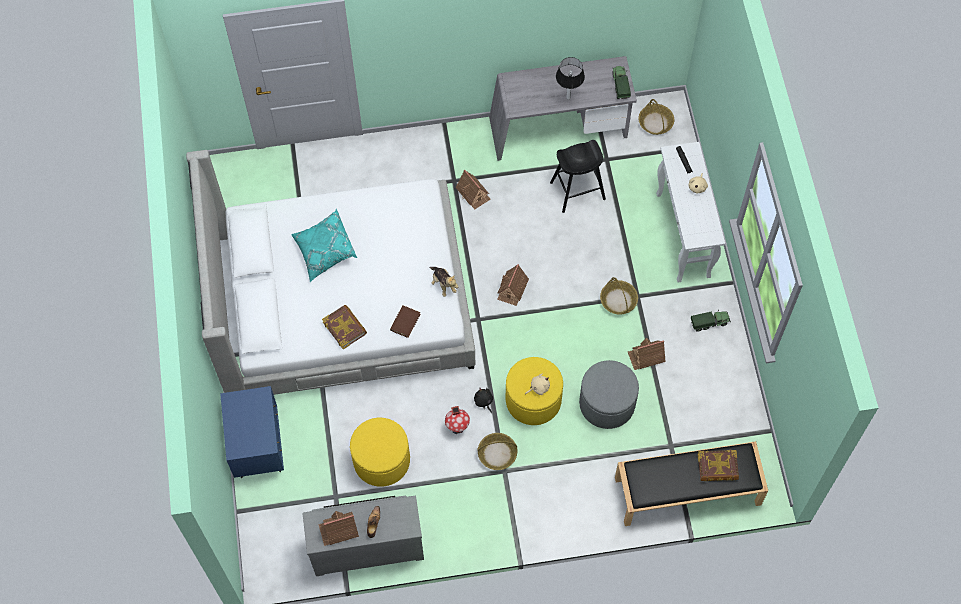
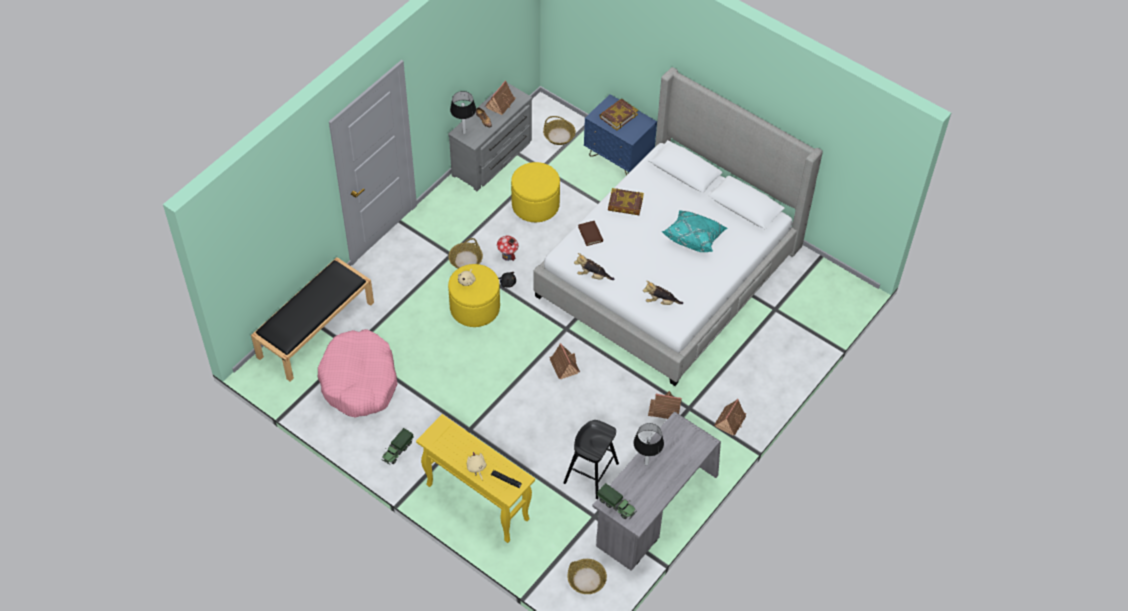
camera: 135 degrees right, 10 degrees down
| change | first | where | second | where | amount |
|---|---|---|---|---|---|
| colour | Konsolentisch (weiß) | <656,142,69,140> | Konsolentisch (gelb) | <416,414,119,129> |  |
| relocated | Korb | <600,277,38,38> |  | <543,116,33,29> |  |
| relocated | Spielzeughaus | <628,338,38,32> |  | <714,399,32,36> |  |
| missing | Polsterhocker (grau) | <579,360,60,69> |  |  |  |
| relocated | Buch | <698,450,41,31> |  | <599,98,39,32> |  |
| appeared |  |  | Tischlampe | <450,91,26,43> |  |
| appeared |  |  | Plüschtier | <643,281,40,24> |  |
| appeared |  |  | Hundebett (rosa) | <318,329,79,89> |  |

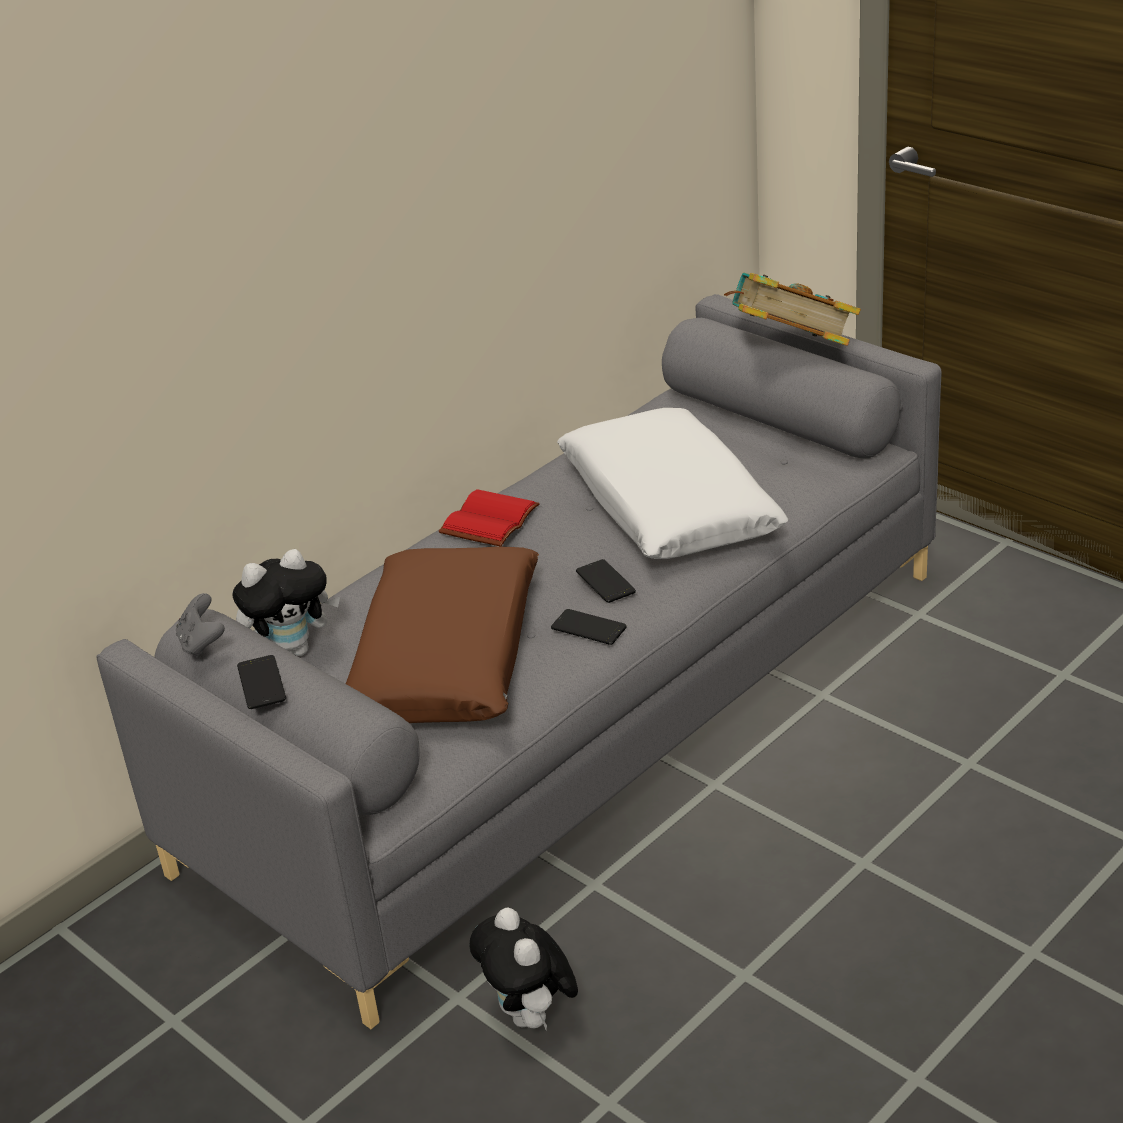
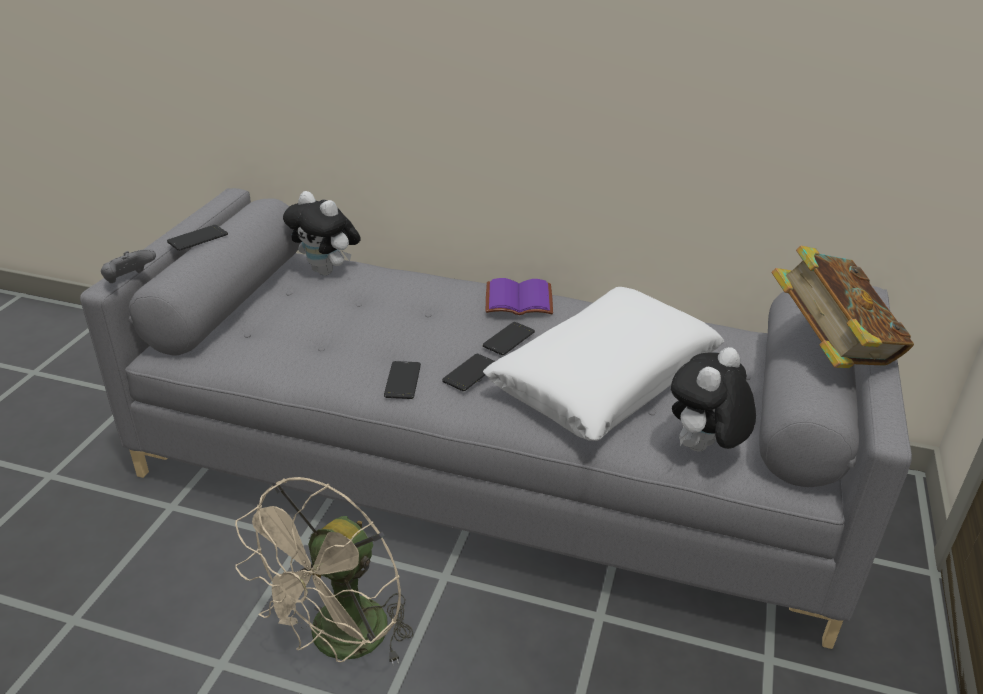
camera: 60 degrees right, 0 degrees up
| change | first | where | second | where | amount |
|---|---|---|---|---|---|
| colour | Buch (rot) | <439,489,101,58> | Buch (lila) | <486,278,67,37> |  |
| missing | Kissen (braun) | <346,546,193,177> |  |  |  |
| relocated | Gamepad (grau) | <176,593,49,65> |  | <101,249,55,34> |  |
| relocated | Plüschtier | <470,907,108,123> |  | <671,347,85,104> |  |
| appeared |  |  | Handy | <482,322,53,33> |  |
| appeared |  |  | Ventilator (beige) | <235,477,179,189> |  |

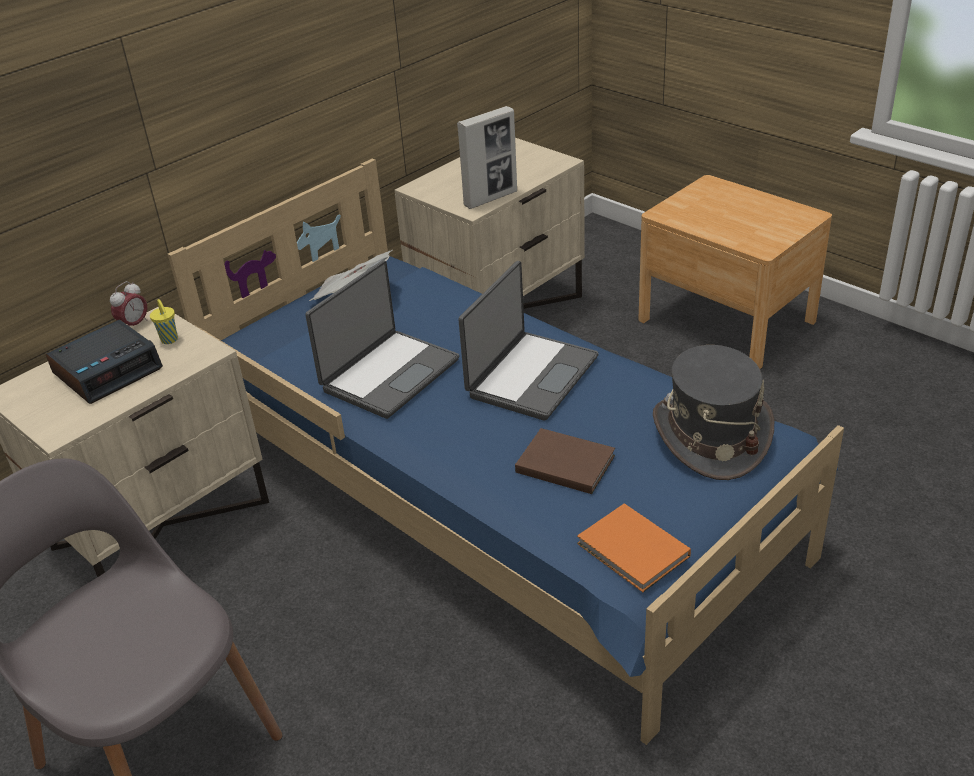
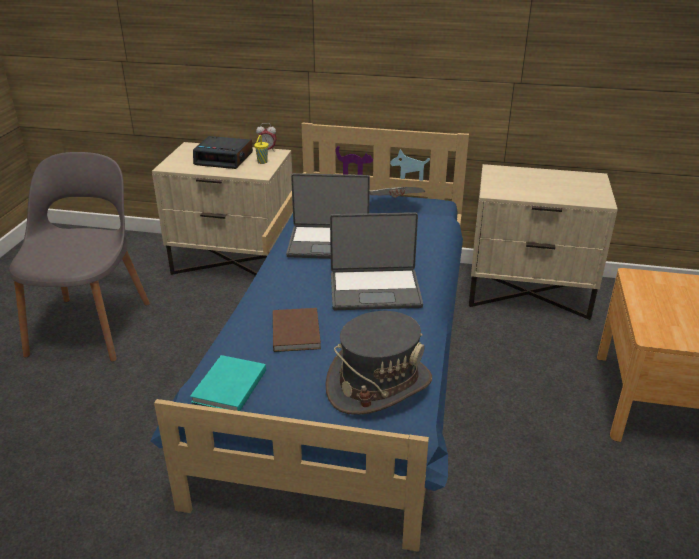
camera: 55 degrees right, 5 degrees down
| change | first | where | second | where | amount |
|---|---|---|---|---|---|
| missing | Bilderrahmen | <457,106,60,103> |  |  |  |
| colour | Buch (orange) | <577,503,114,89> | Buch (türkis) | <190,355,76,56> |  |

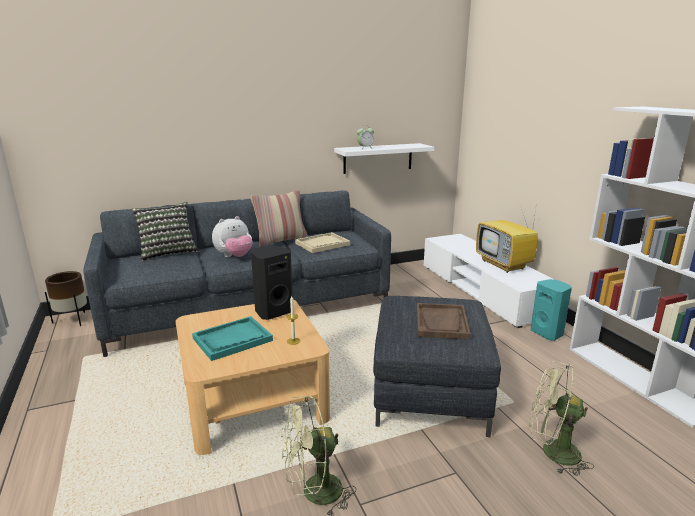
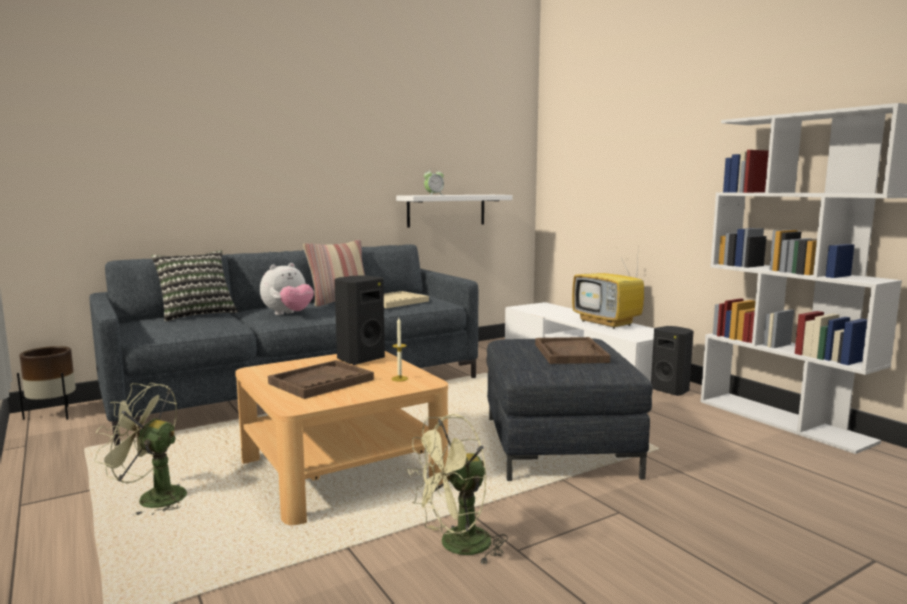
camera: 10 degrees left, 10 degrees down
| change | first | where | second | where | amount |
|---|---|---|---|---|---|
| colour | Lautsprecher (türkis) | <531,279,41,62> | Lautsprecher (schwarz) | <651,326,42,70> |  |
| colour | Tablett (türkis) | <192,316,81,45> | Tablett (braun) | <268,360,106,39> |  |
| relocated | Ventilator (grün) | <530,361,64,115> |  | <95,383,92,133> |  |

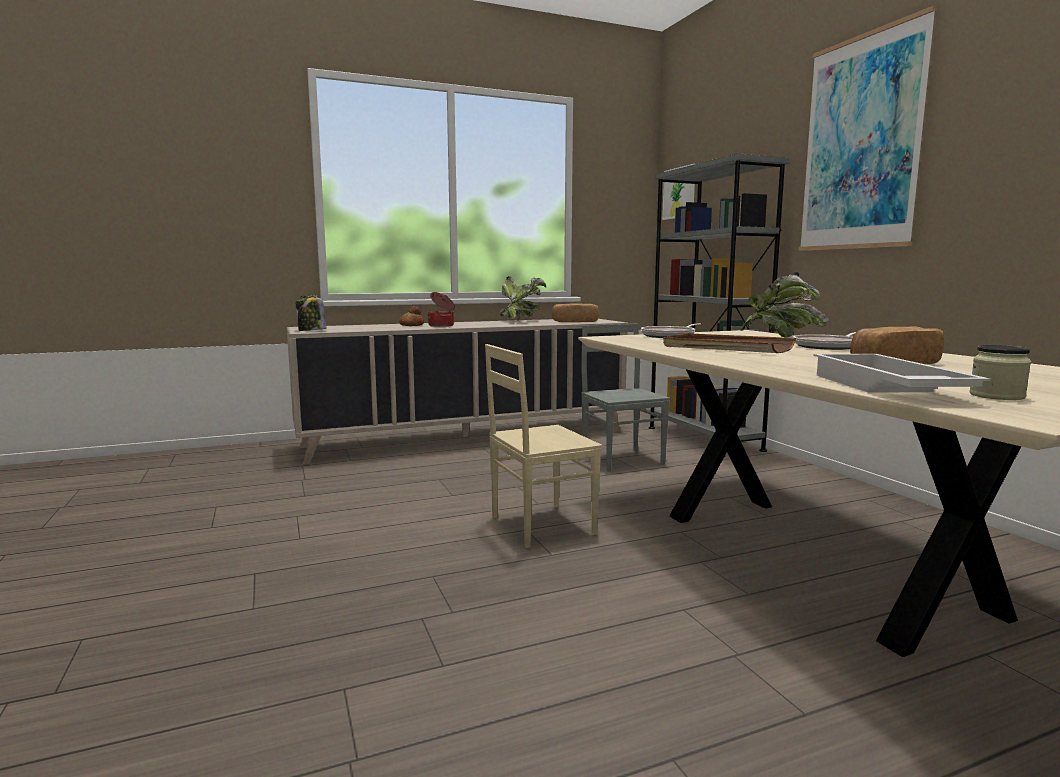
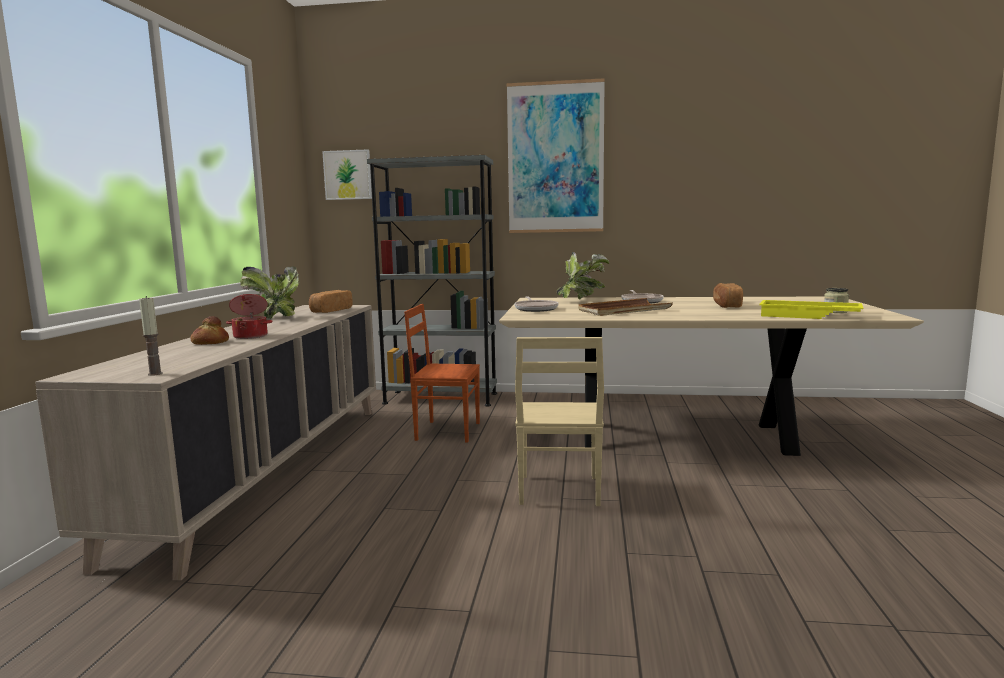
camera: 60 degrees left, 0 degrees up
| change | first | where | second | where | amount |
|---|---|---|---|---|---|
| exchanged | Vorratsglas | <296,295,30,36> | Kerze | <139,296,24,80> |  |
| colour | Stuhl (grau) | <581,323,89,148> | Stuhl (braun) | <404,304,76,138> |  |
| colour | Tablett (weiß) | <813,354,178,39> | Tablett (gelb) | <759,300,104,19> |  |

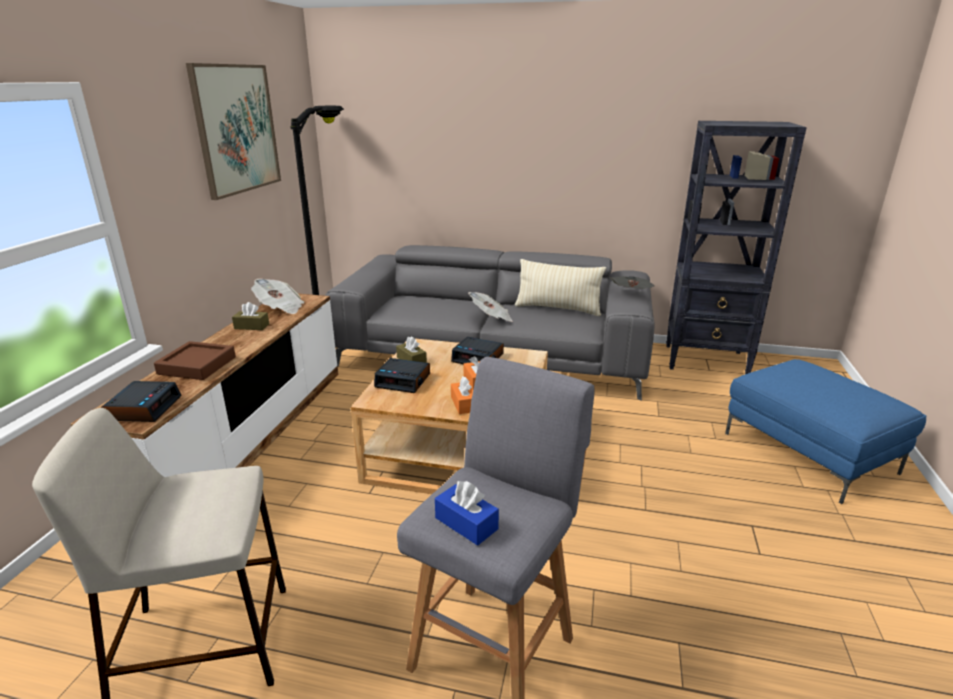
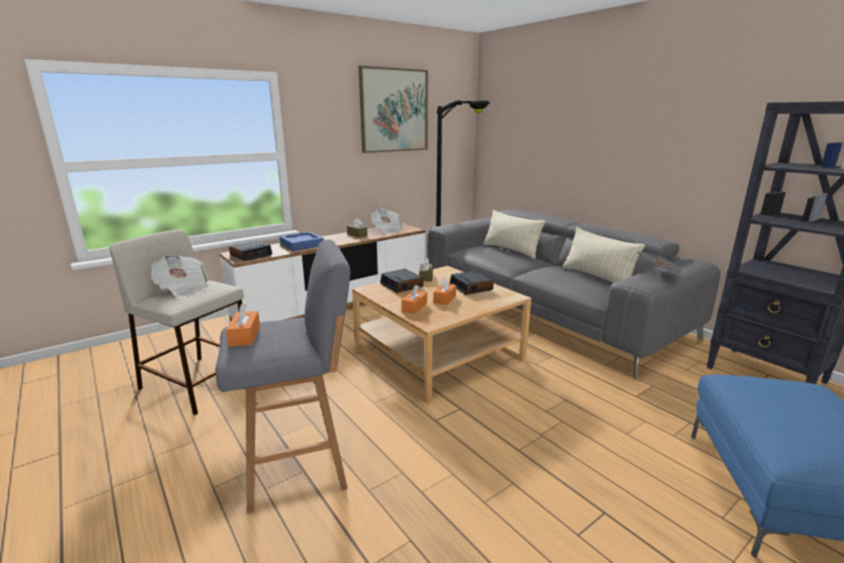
camera: 40 degrees right, 5 degrees down
| change | first | where | second | where | amount |
|---|---|---|---|---|---|
| relocated | Zeitung | <468,292,45,30> |  | <151,254,58,44> |  |
| colour | Tablett (braun) | <154,341,82,39> | Tablett (blau) | <280,232,44,19> |  |
| colour | Taschentuchbox (blau) | <435,481,64,64> | Taschentuchbox (orange) | <226,303,34,43> |  |
| appeared |  |  | Kissen (beige) | <483,210,63,49> |  |

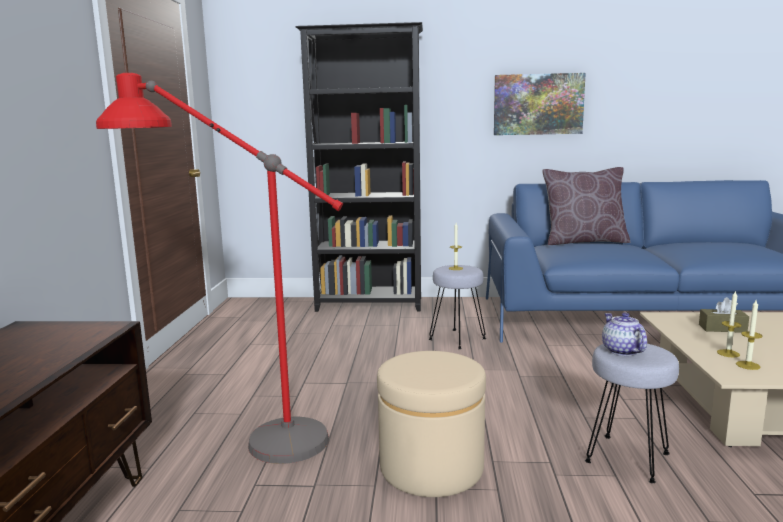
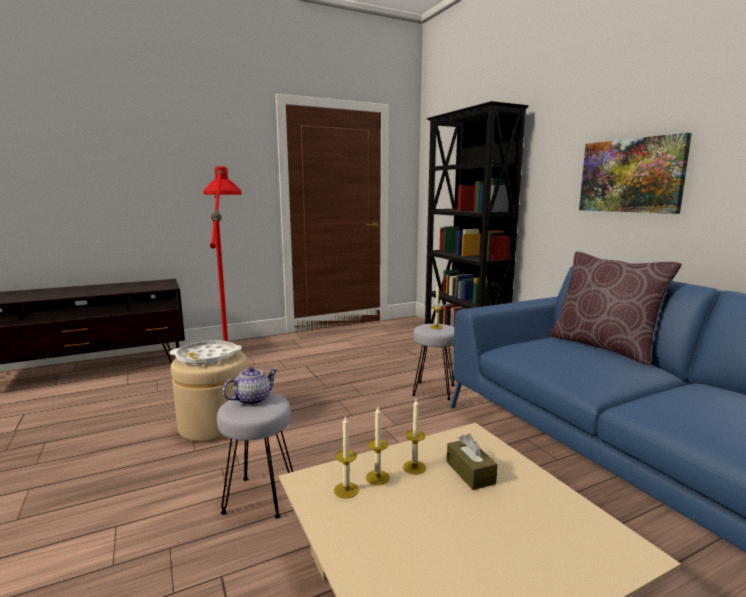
camera: 60 degrees right, 0 degrees up
| change | first | where | second | where | amount |
|---|---|---|---|---|---|
| appeared |  |  | Tablett (weiß) | <170,340,72,26> |  |
| appeared |  |  | Kerze | <403,399,23,75> |  |

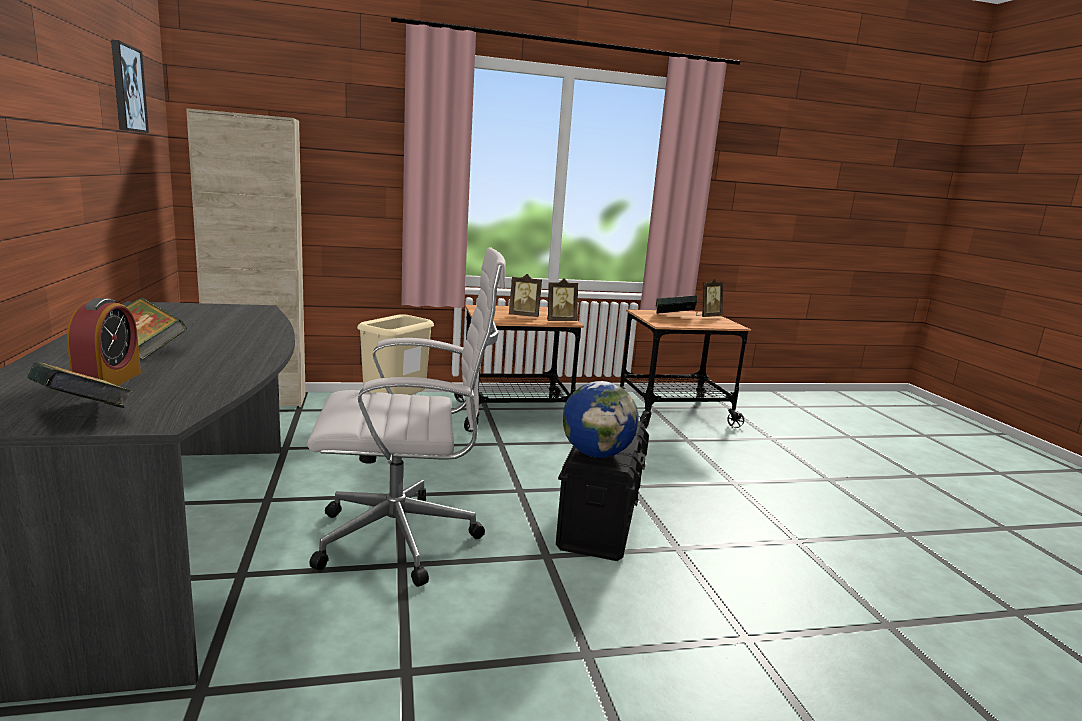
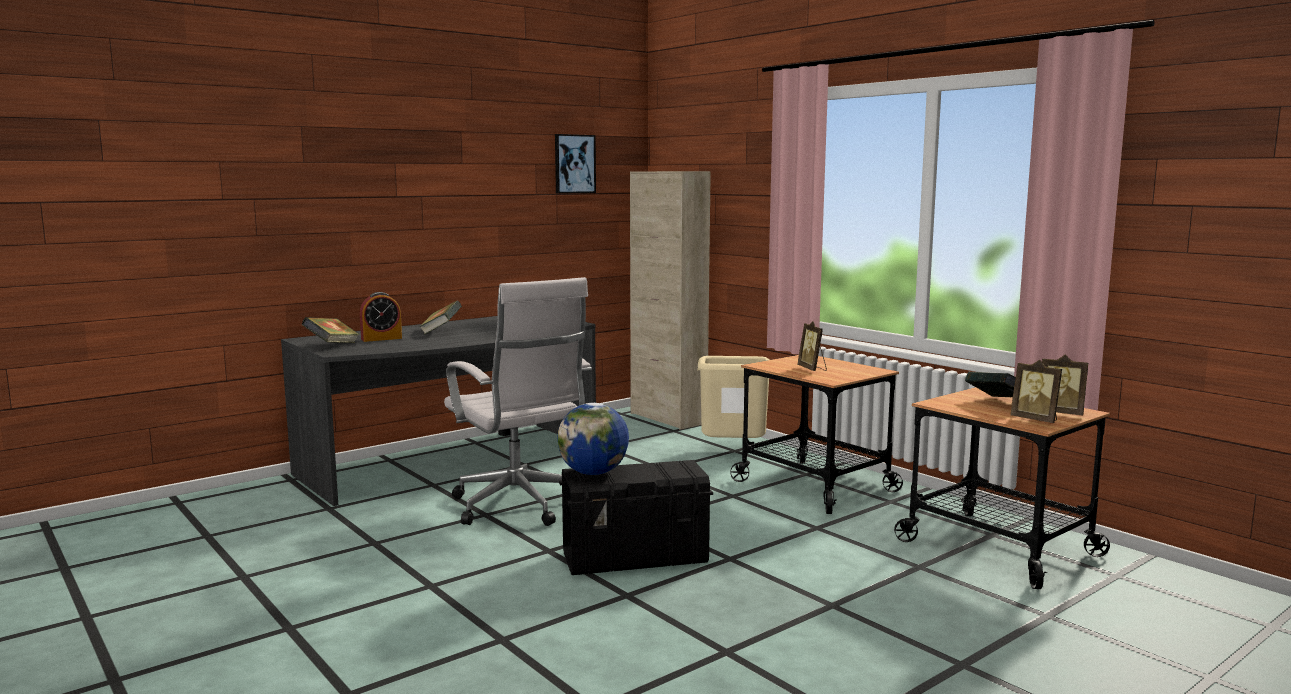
camera: 65 degrees right, 5 degrees down
| change | first | where | second | where | amount |
|---|---|---|---|---|---|
| relocated | Bilderrahmen | <547,278,31,43> |  | <1010,360,52,63> |  |

